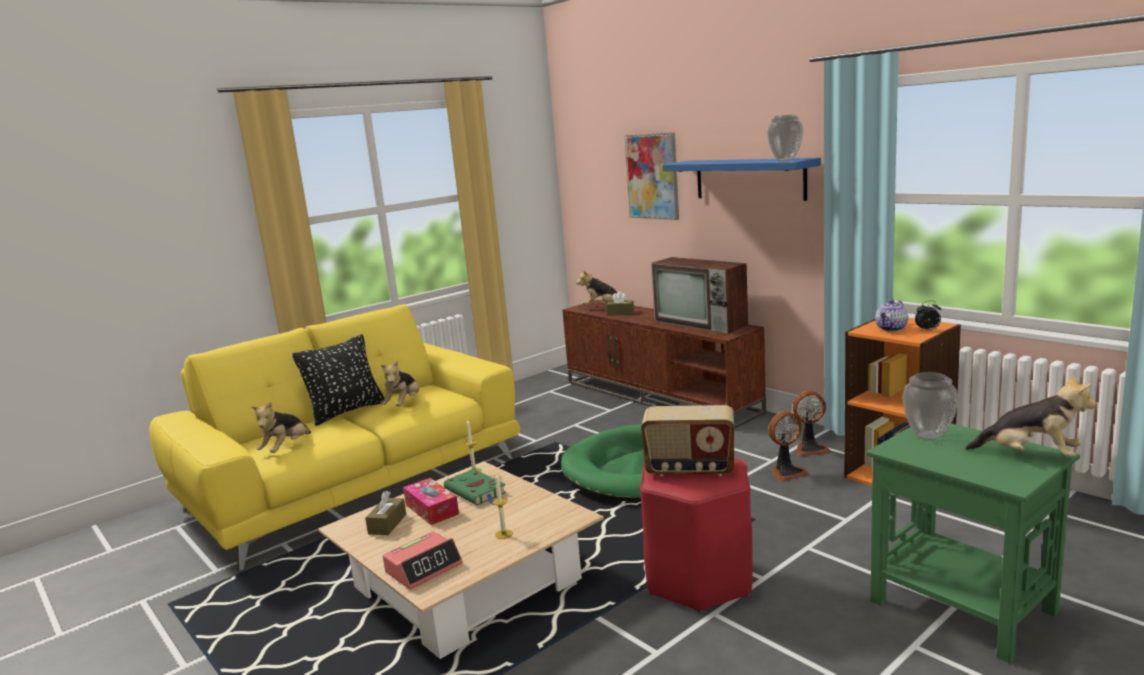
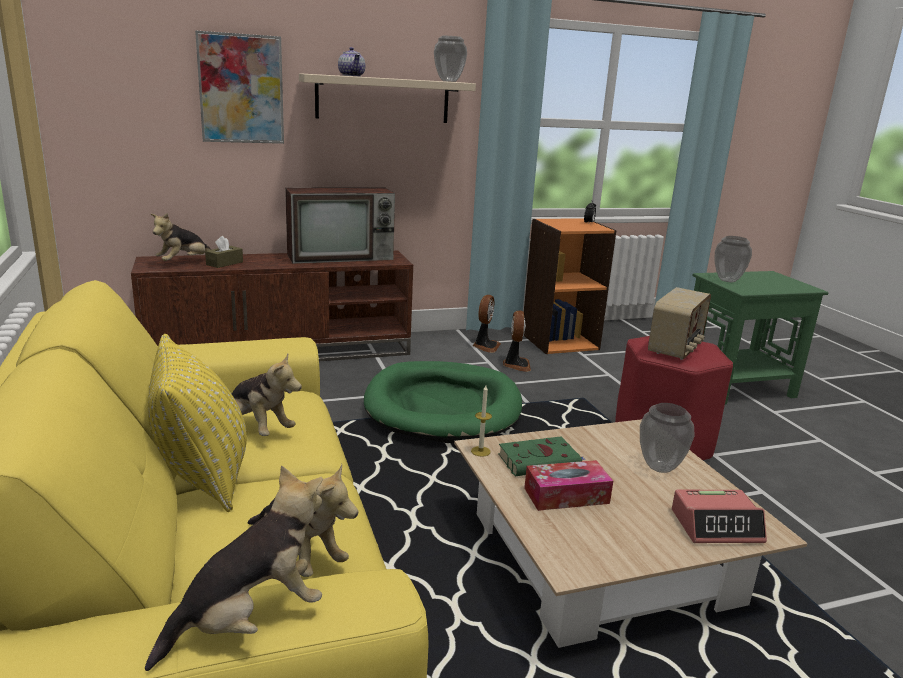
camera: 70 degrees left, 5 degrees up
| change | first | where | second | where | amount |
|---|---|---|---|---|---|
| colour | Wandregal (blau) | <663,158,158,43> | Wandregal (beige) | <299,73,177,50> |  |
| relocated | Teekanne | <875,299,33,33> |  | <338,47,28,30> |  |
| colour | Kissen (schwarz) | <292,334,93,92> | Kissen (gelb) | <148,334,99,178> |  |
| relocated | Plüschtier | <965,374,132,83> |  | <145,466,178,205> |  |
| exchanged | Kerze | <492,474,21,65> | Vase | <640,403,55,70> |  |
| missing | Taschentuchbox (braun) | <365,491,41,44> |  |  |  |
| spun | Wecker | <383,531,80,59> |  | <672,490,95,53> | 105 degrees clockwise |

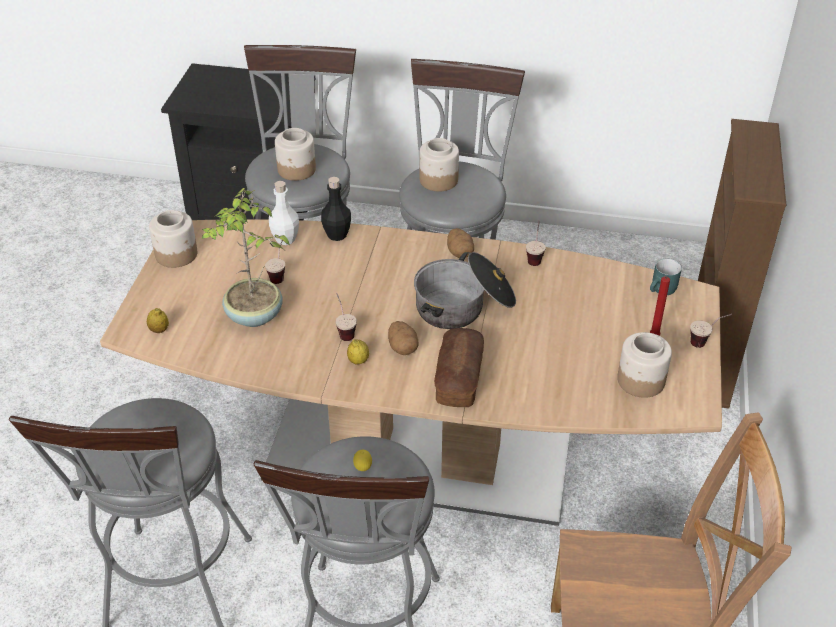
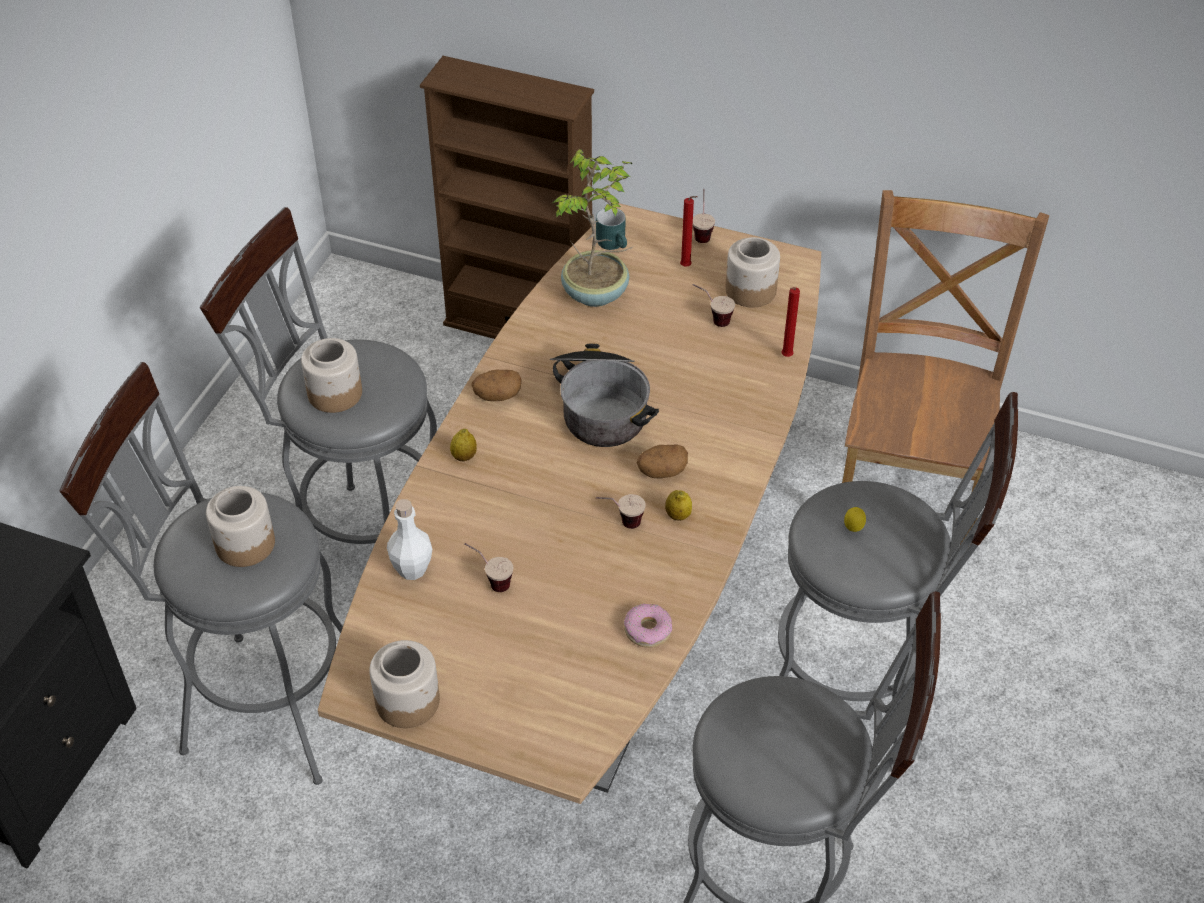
camera: 80 degrees left, 5 degrees up
| change | first | where | second | where | amount |
|---|---|---|---|---|---|
| missing | Flasche (schwarz) | <321,177,30,64> |  |  |  |
| relocated | Topfpflanze | <201,188,89,139> |  | <551,149,83,158> |  |
| relocated | Tasse | <526,220,20,46> |  | <693,284,42,43> |  |
| relocated | Zitrone | <147,308,22,25> |  | <450,428,27,34> |  |
| missing | Brot | <434,328,50,79> |  |  |  |
| appeared |  |  | Kerze (rot) | <782,287,18,70> |  |
| appeared |  |  | Donut | <624,604,48,44> |  |

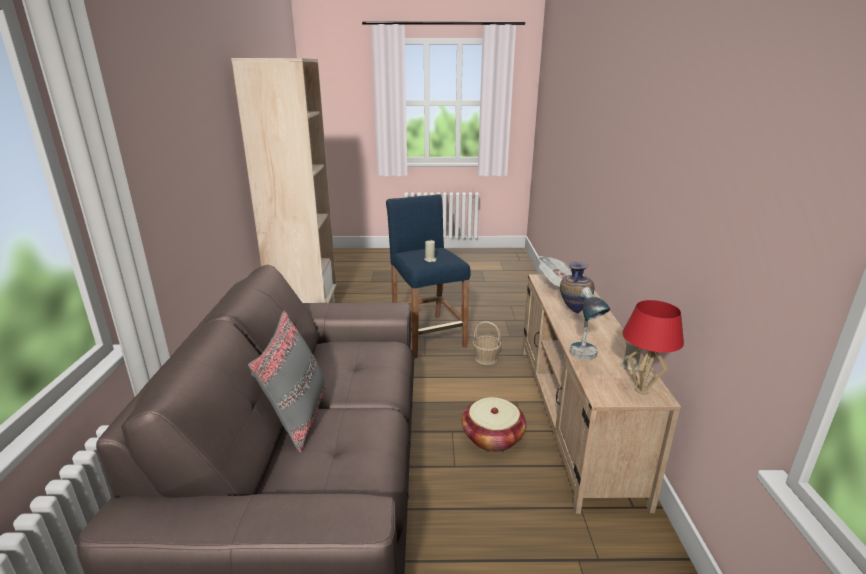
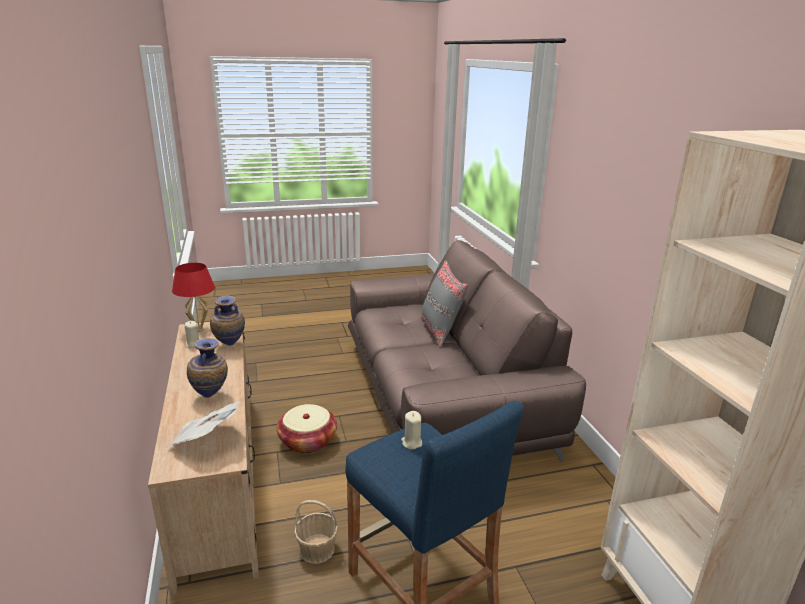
camera: 165 degrees right, 0 degrees up
| change | first | where | second | where | amount |
|---|---|---|---|---|---|
| exchanged | Tischlampe | <570,287,40,73> | Vase | <210,295,35,51> |  |

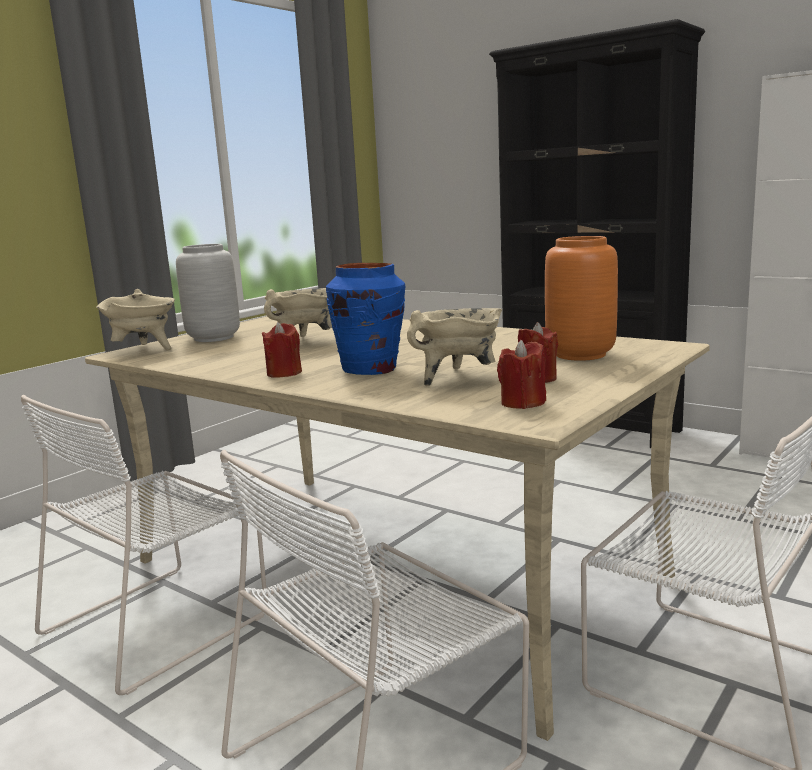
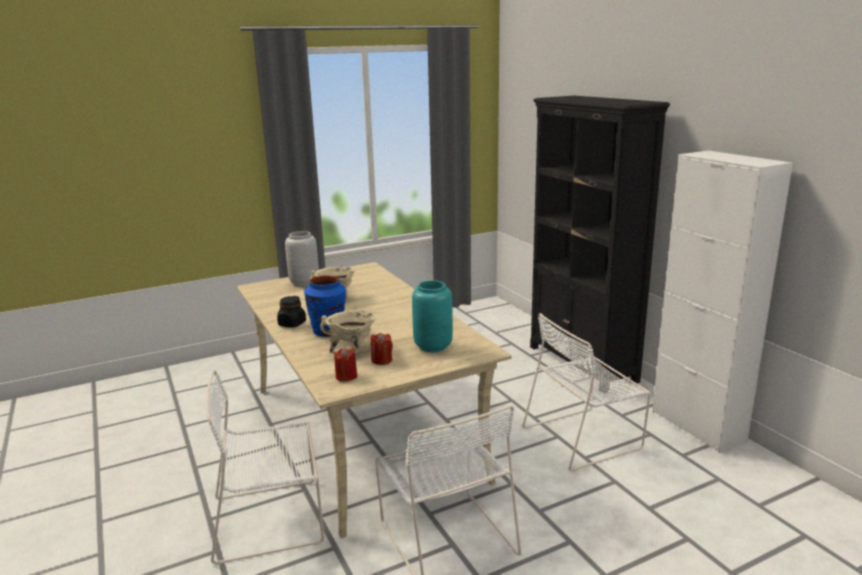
camera: 25 degrees right, 5 degrees up
| change | first | where | second | where | amount |
|---|---|---|---|---|---|
| colour | Vase (orange) | <545,236,73,125> | Vase (türkis) | <412,280,41,72> |  |
| missing | Kochtopf (beige) | <96,289,79,61> |  |  |  |
| exchanged | Kerze (rot) | <262,322,40,55> | Vorratsglas (schwarz) | <277,296,29,32> |  |
| relocated | Stuhl (weiß) | <21,395,247,300> |  | <523,313,128,158> |  |

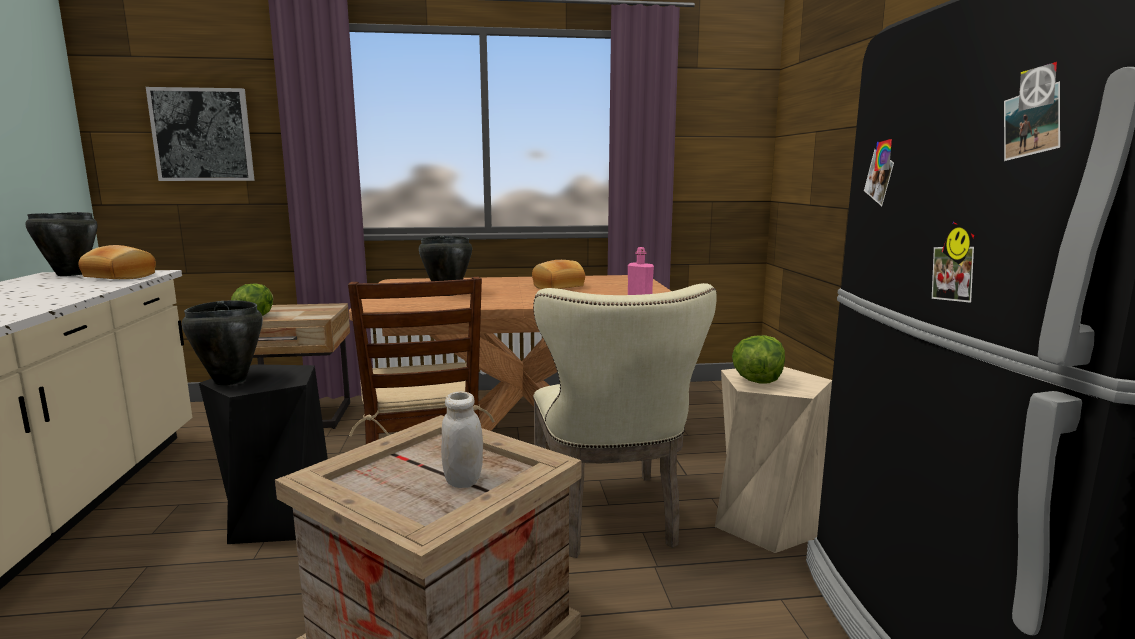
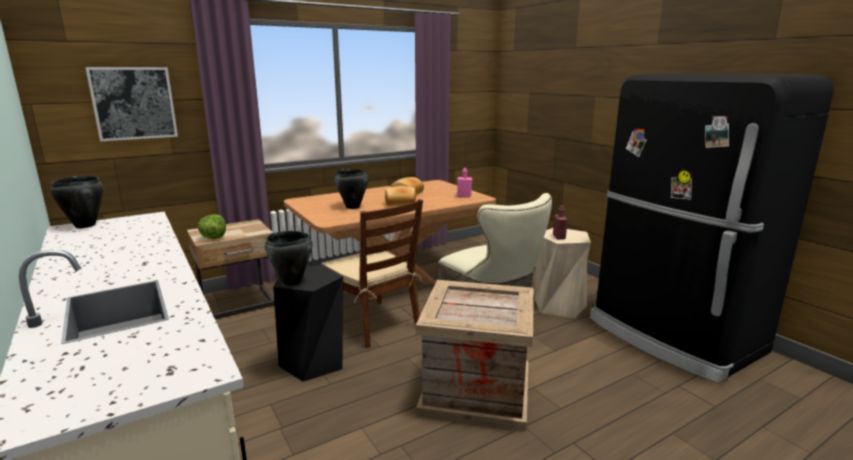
camera: 25 degrees left, 5 degrees up
| change | first | where | second | where | amount |
|---|---|---|---|---|---|
| relocated | Brot | <79,245,77,34> |  | <385,186,31,20> |  |
| exchanged | Salatkopf | <732,335,53,48> | Flasche (rot) | <553,205,15,34> |  |
| missing | Vorratsglas (weiß) | <441,392,42,96> |  |  |  |

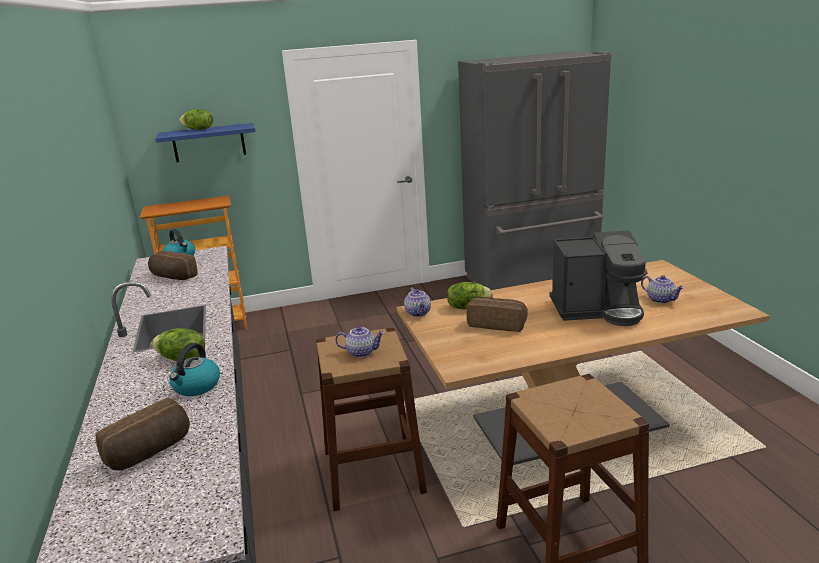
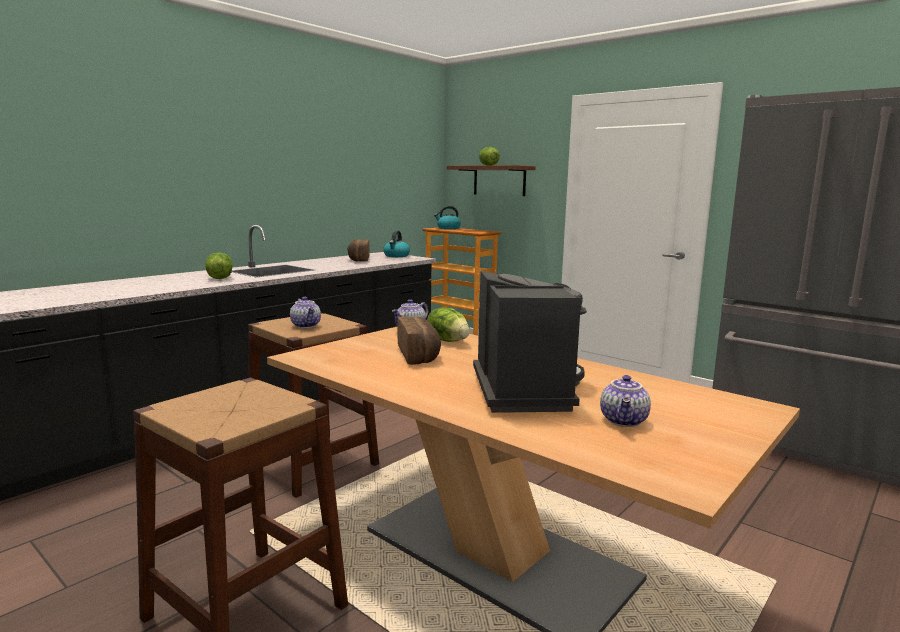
camera: 55 degrees right, 10 degrees down
| change | first | where | second | where | amount |
|---|---|---|---|---|---|
| colour | Wandregal (blau) | <155,123,101,39> | Wandregal (braun) | <447,165,89,31> |  |
| spun | Kaffeemaschine | <549,230,99,96> |  | <473,270,114,143> | 150 degrees counterclockwise |
| relocated | Wasserkessel | <170,343,50,53> |  | <434,206,27,23> |  |
| missing | Brot | <95,398,95,73> |  |  |  |

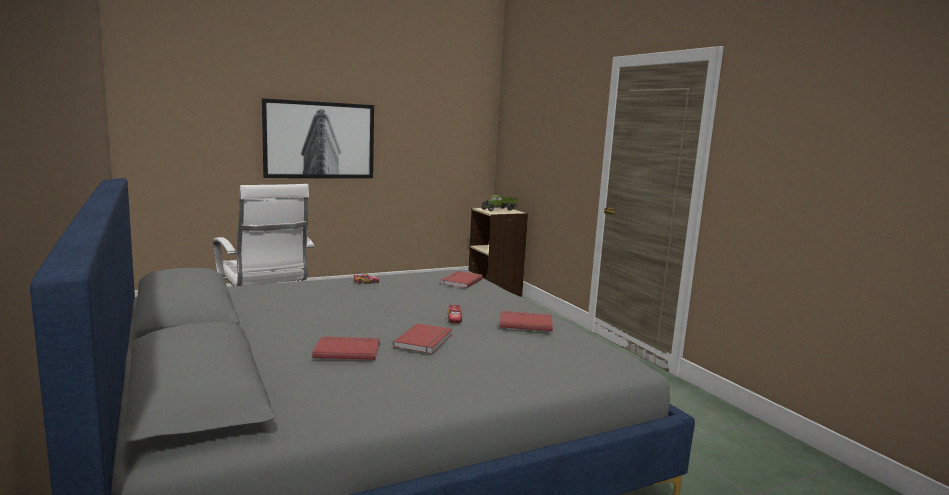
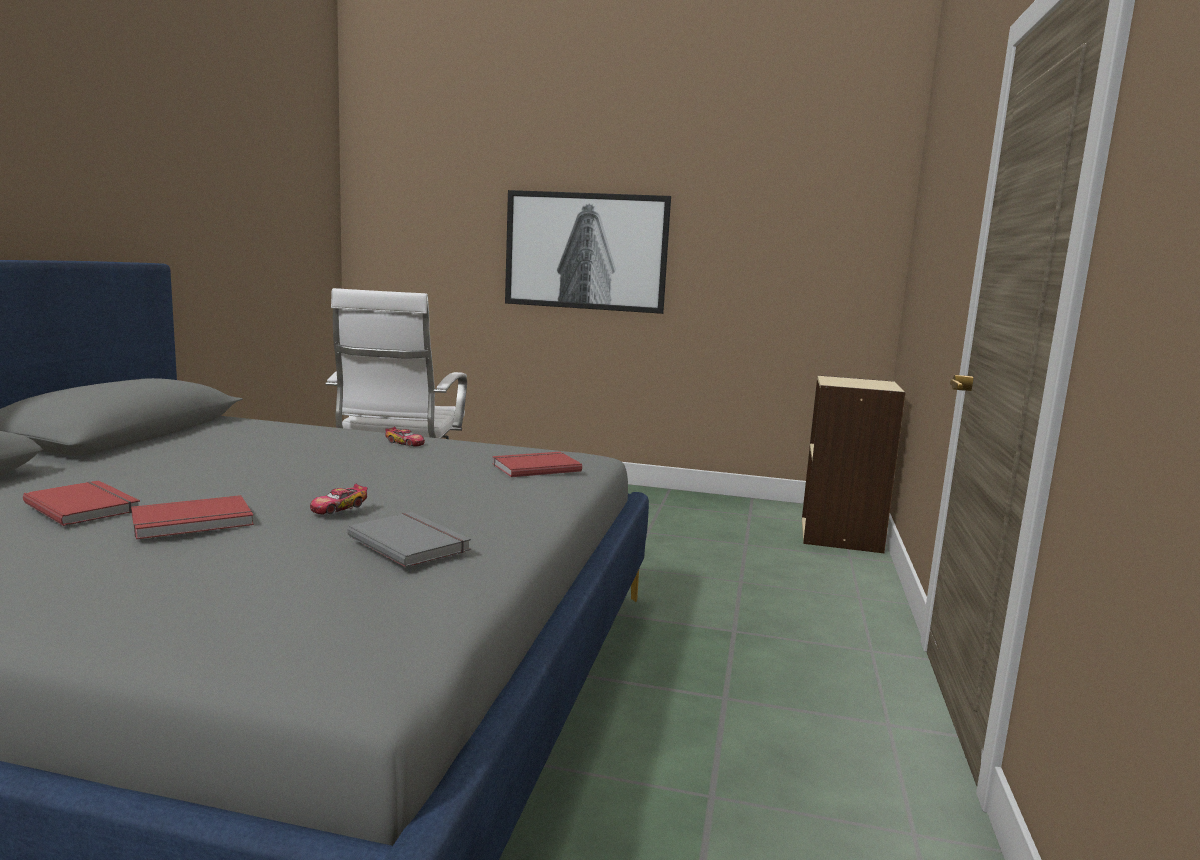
camera: 40 degrees right, 0 degrees up
| change | first | where | second | where | amount |
|---|---|---|---|---|---|
| missing | Spielzeuglaster | <481,195,37,16> |  |  |  |
| colour | Buch (rot) | <500,311,53,21> | Buch (grau) | <347,512,124,55> |  |

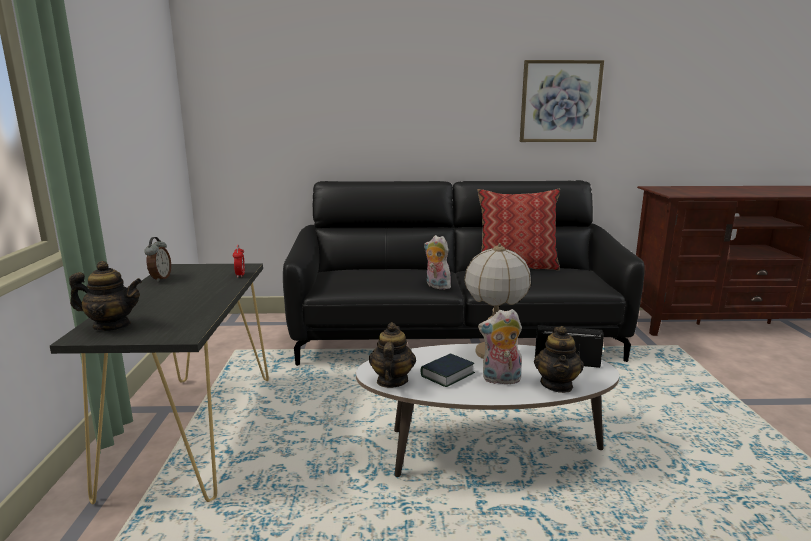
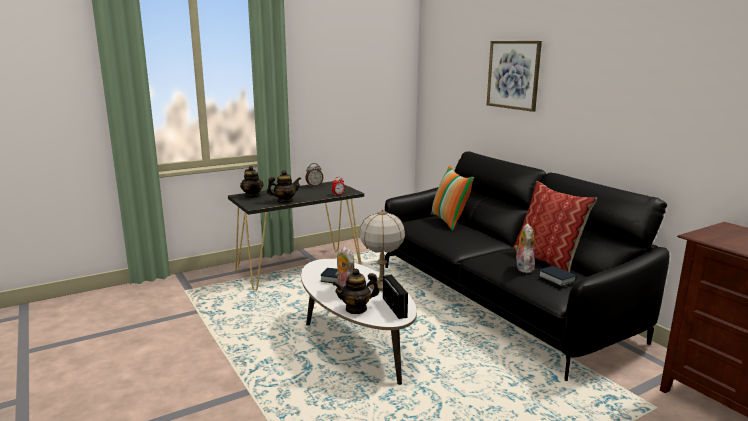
camera: 60 degrees right, 0 degrees up
| change | first | where | second | where | amount |
|---|---|---|---|---|---|
| relocated | Bild | <520,60,84,82> |  | <487,41,55,71> |  |
| relocated | Plüschtier | <424,235,27,55> |  | <514,224,21,49> |  |
| relocated | Teekanne | <369,322,47,66> |  | <267,170,34,33> |  |
| appeared |  |  | Kissen | <431,165,43,66> |  |
| appeared |  |  | Buch | <538,266,39,21> |  |

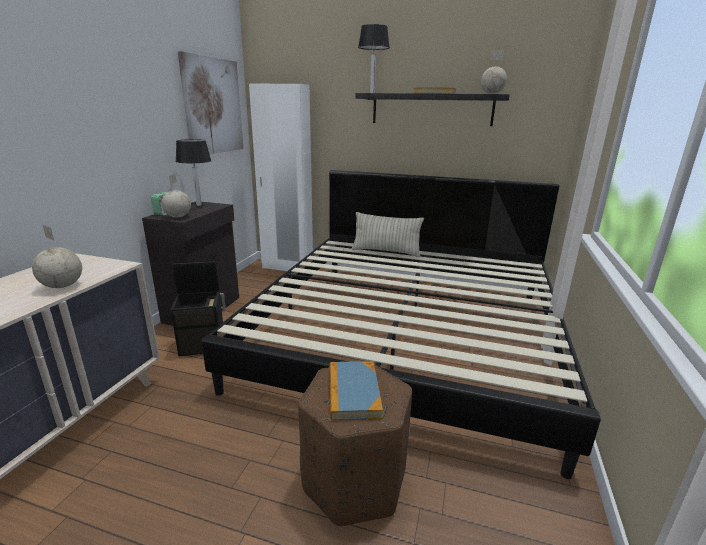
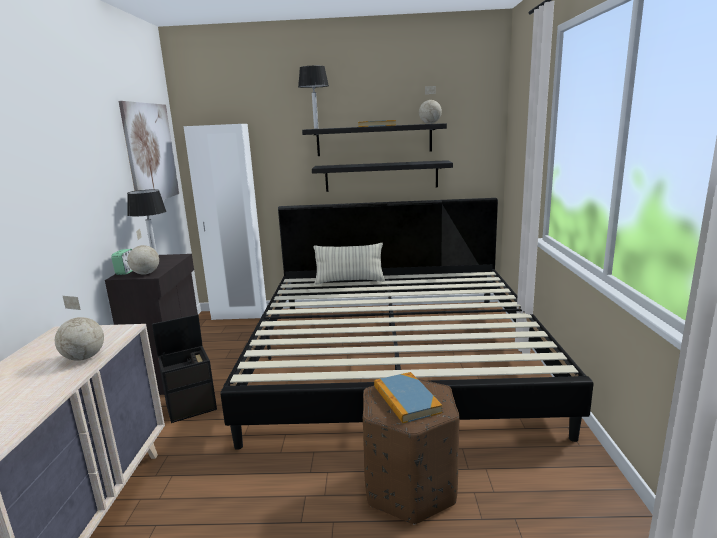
camera: 15 degrees left, 5 degrees down
| change | first | where | second | where | amount |
|---|---|---|---|---|---|
| appeared |  |  | Wandregal (schwarz) | <312,160,141,32> |  |

